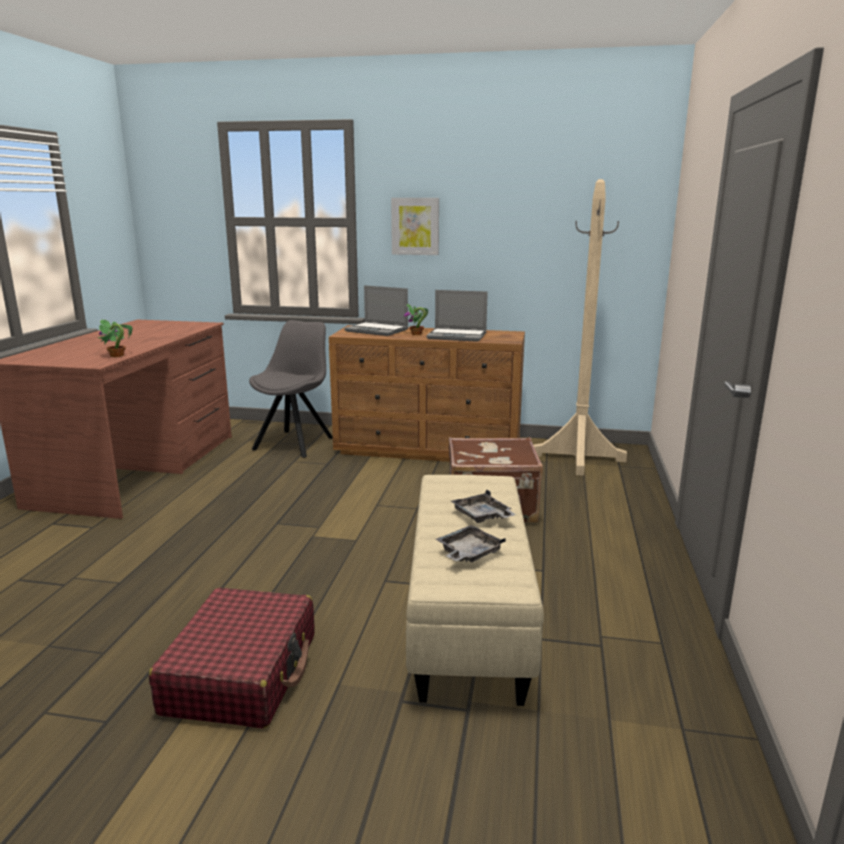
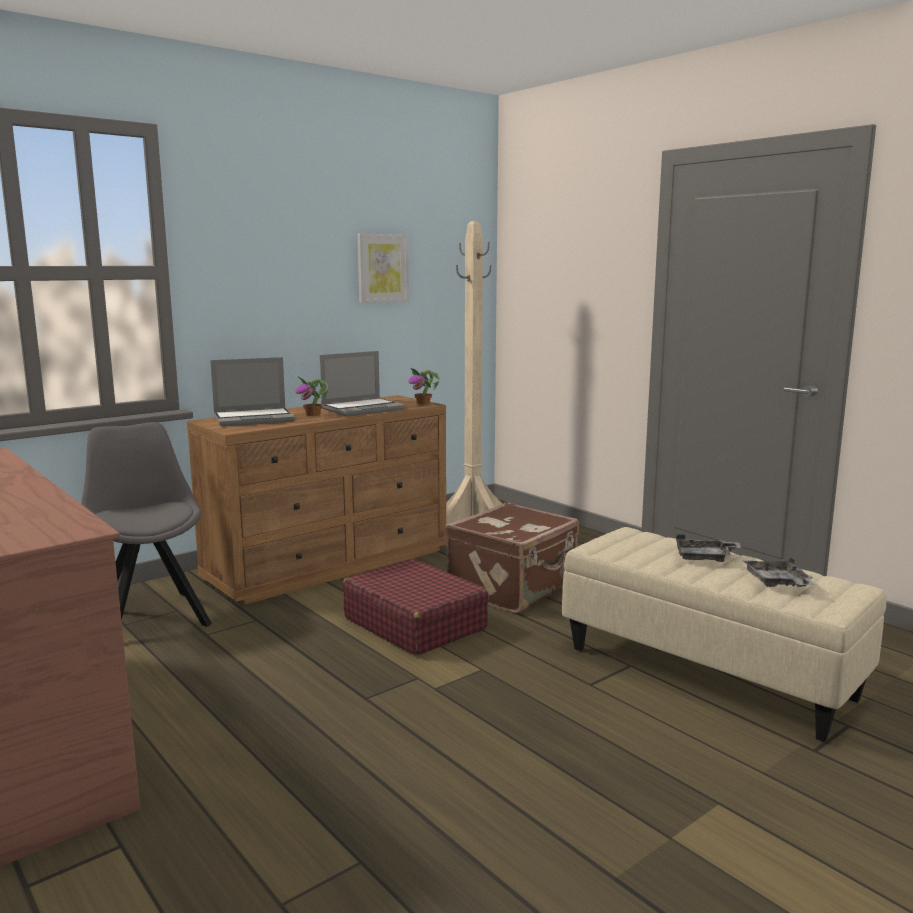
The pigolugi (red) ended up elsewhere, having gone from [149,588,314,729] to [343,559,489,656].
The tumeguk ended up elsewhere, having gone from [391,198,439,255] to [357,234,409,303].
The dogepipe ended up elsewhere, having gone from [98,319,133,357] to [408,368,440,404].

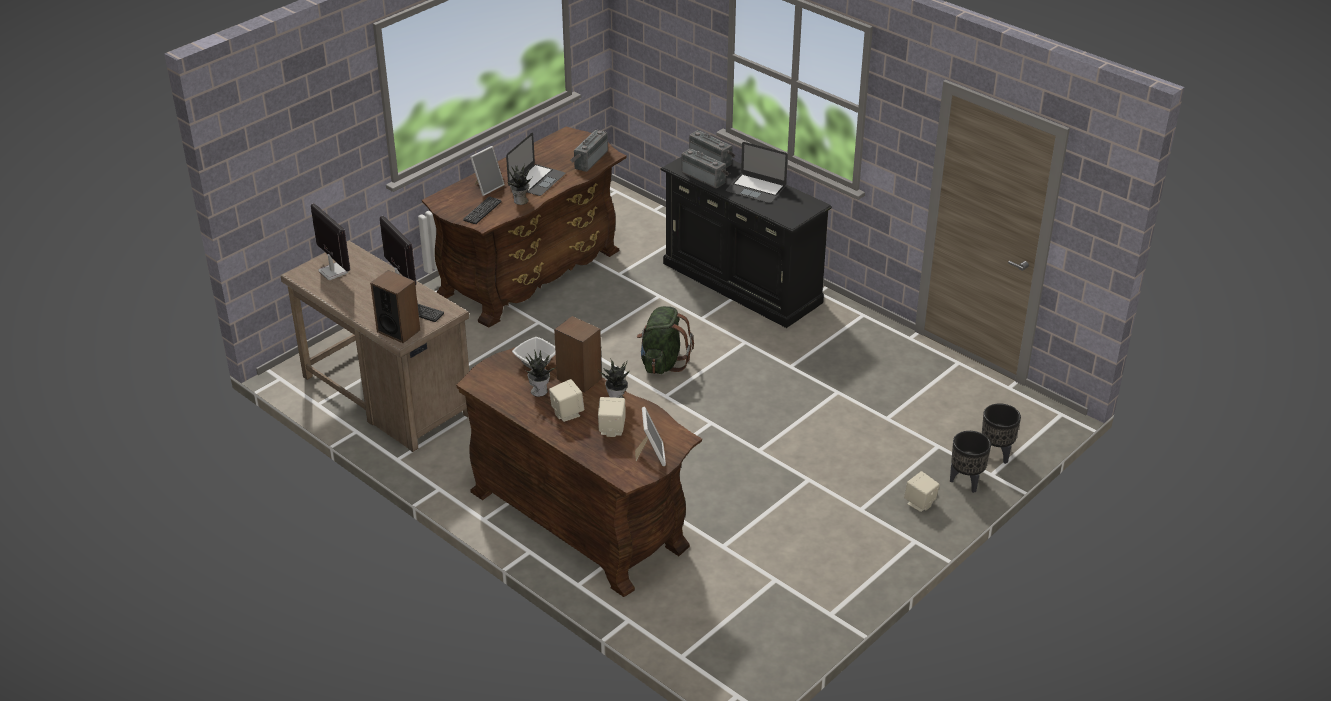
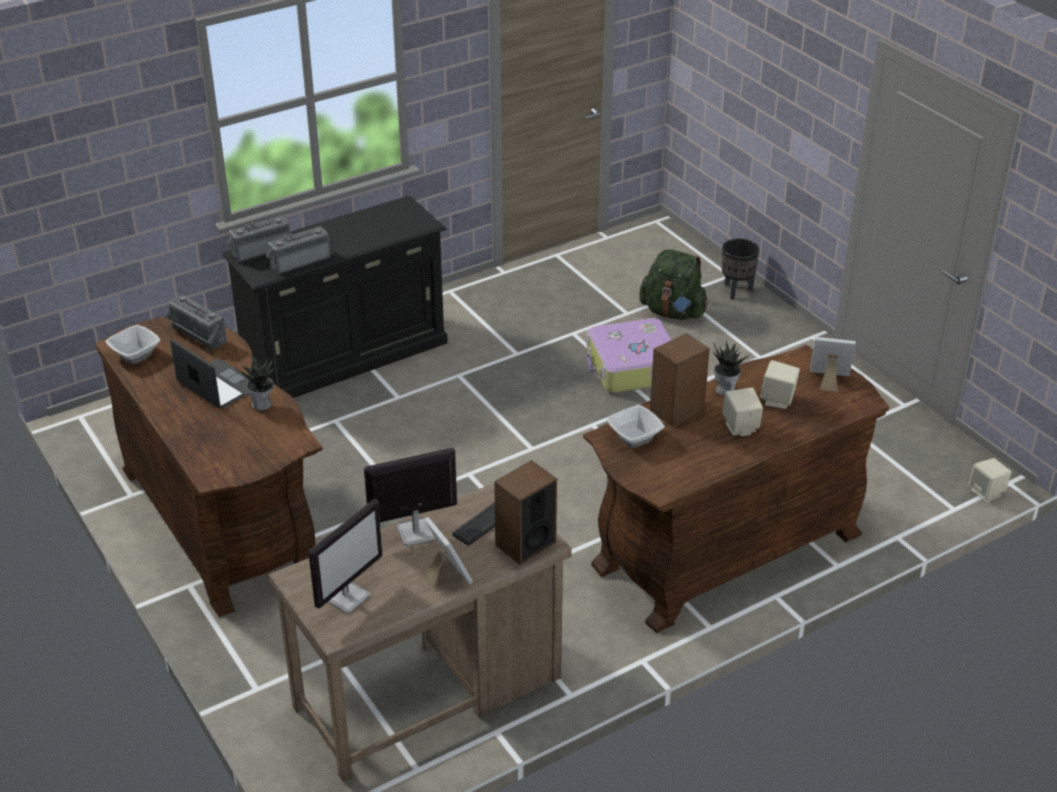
The second view gained the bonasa at [105,325,161,364].
The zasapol at [311,203,350,280] ended up facing another way, 150 degrees clockwise from before.
The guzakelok ended up elsewhere, having gone from [470,146,505,196] to [423,517,473,589].
The second view gained the pigolugi at [586,318,672,393].
The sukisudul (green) ended up elsewhere, having gone from [637,306,694,374] to [639,249,708,320].
The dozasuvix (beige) ended up elsewhere, having gone from [904,471,940,512] to [968,458,1012,503].
The second view lost the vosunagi at [463,196,502,224].
The second view lost the dogepipe at [525,350,557,397].
The second view lost the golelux at [726,142,788,203].
The second view lost the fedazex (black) at [982,403,1021,464].

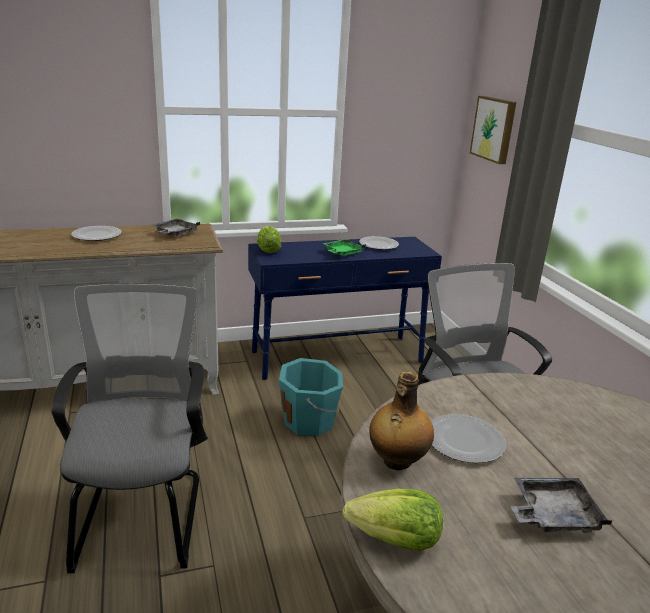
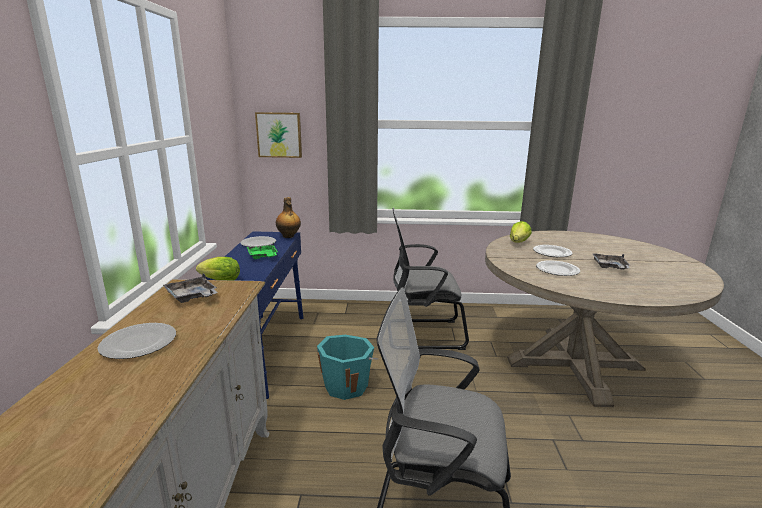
The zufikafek ended up elsewhere, having gone from [369,371,434,470] to [276,197,301,238].
The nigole ended up elsewhere, having gone from [343,489,443,551] to [510,221,532,243].
The second view gained the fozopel at [533,245,573,257].

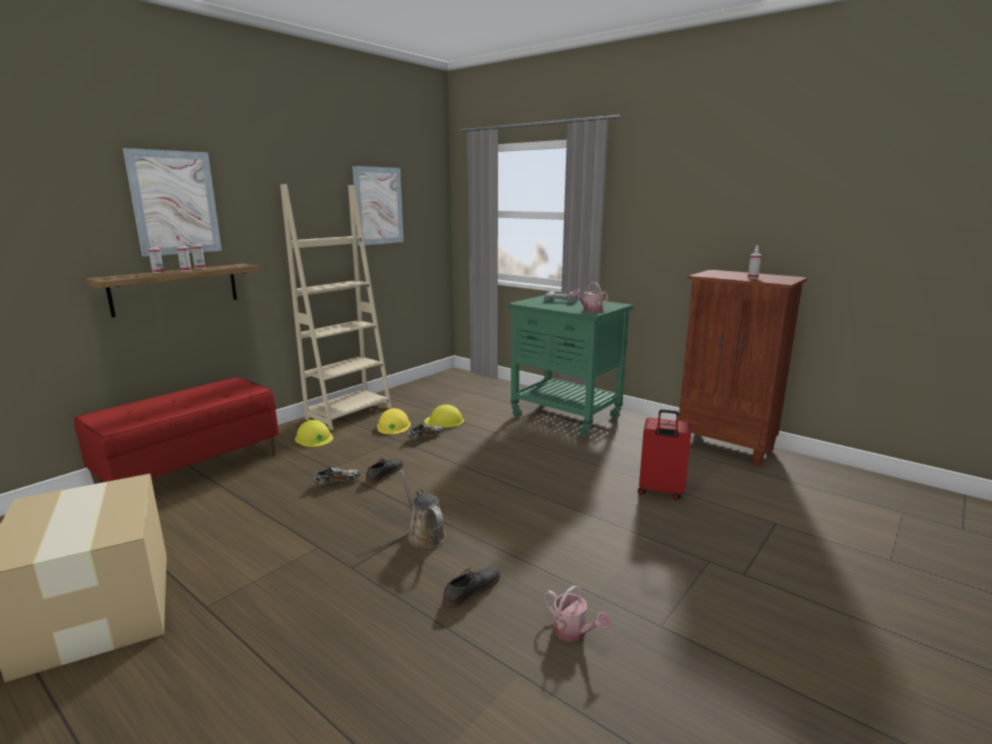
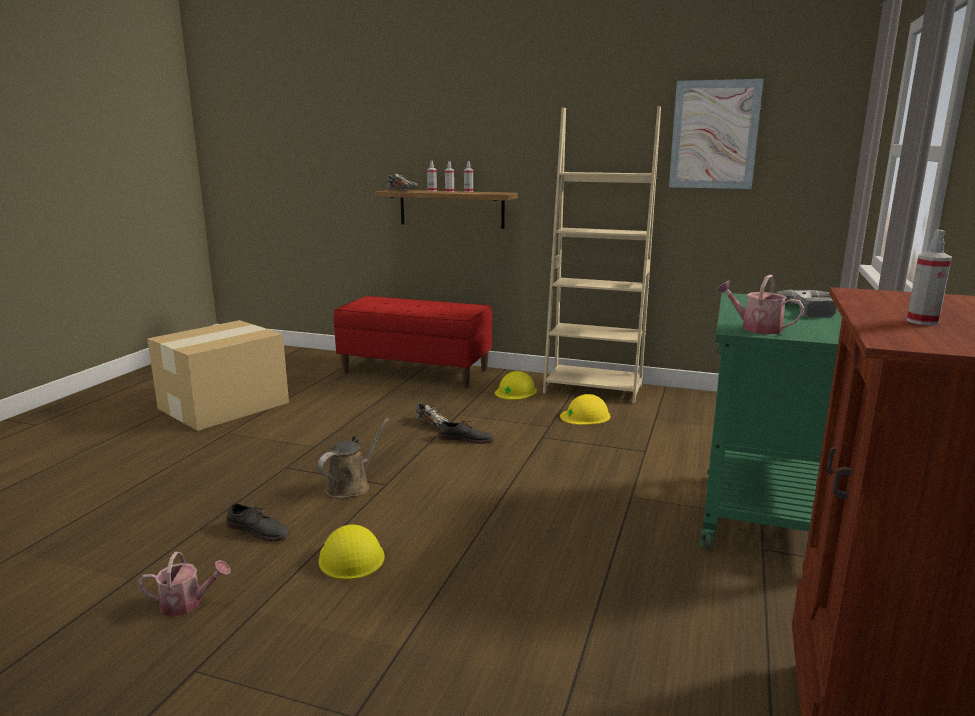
The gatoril at [545,585,611,642] ended up facing another way, 120 degrees counterclockwise from before.
The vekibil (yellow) ended up elsewhere, having gone from [424,405,464,428] to [319,524,385,580].
The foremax ended up elsewhere, having gone from [408,423,444,440] to [386,173,418,190].
The second view lost the tumeguk at [123,148,222,257].
The second view lost the pigolugi (red) at [638,409,691,500].

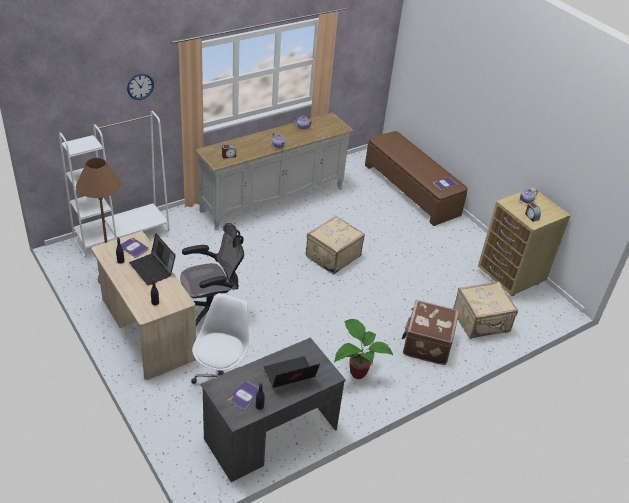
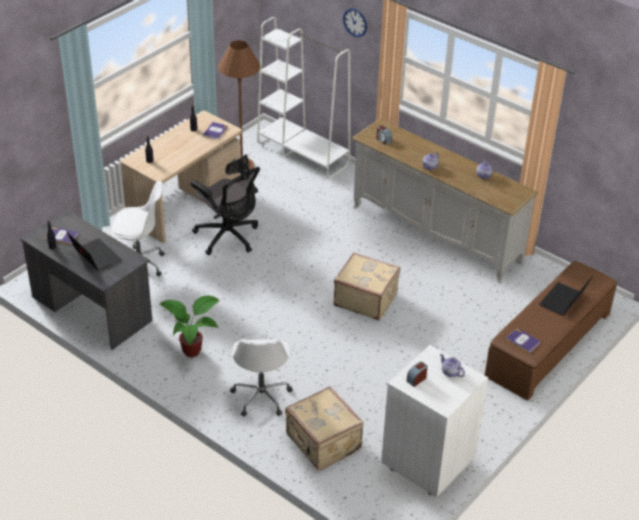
Where the pigolugi (brown) stood at [402,300,459,365], the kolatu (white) came to stand at [230,339,293,417].
What was the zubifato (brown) at [478,188,571,296] turned into the zubifato (white) at [381,345,488,497].
The golelux ended up elsewhere, having gone from [129,233,176,285] to [539,276,593,316].

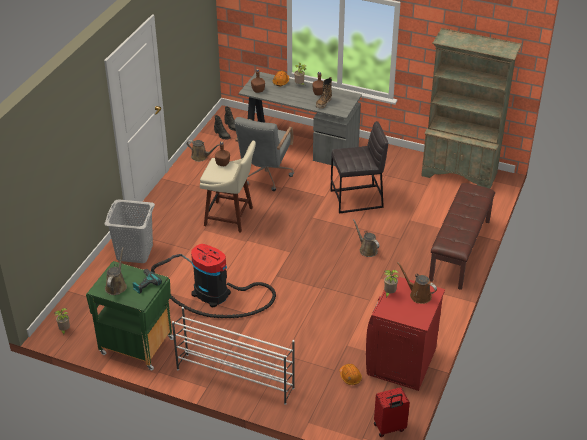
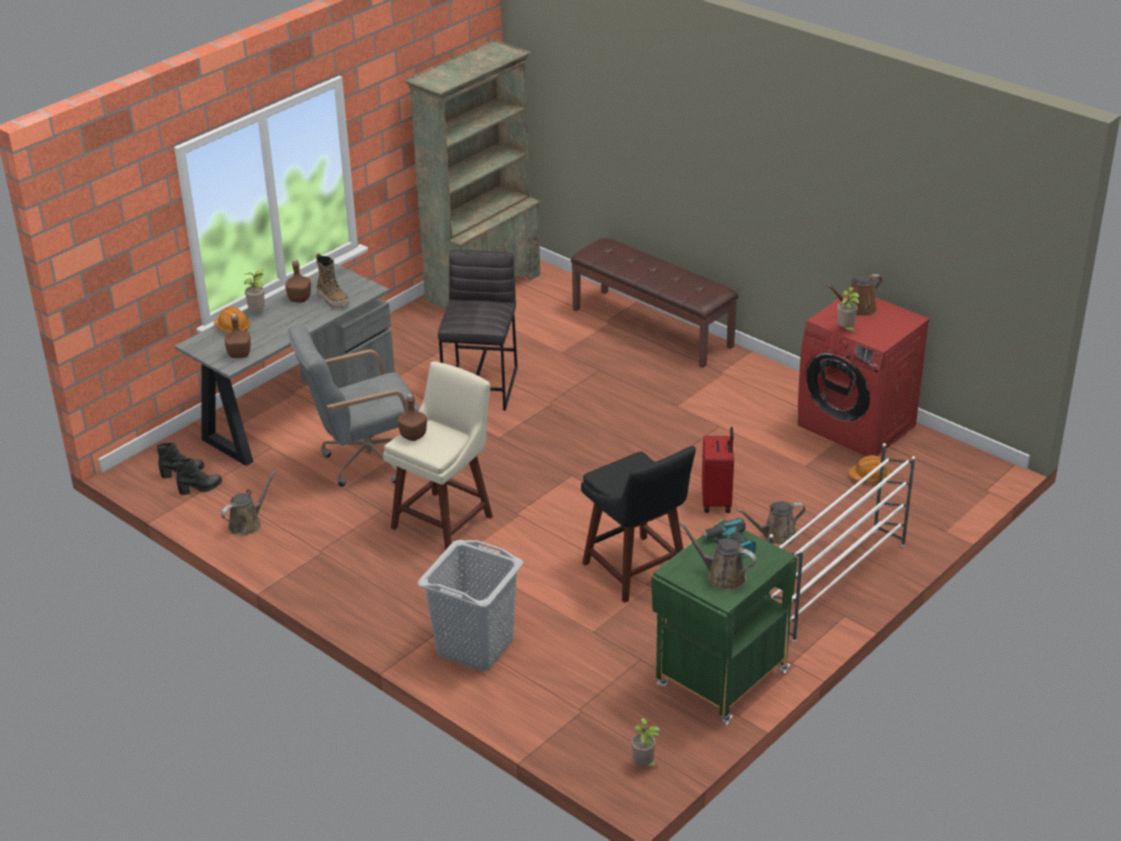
The kolatu (grey) at [234,117,294,191] ended up facing another way, 120 degrees clockwise from before.
Where the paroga stood at [151,244,276,318], the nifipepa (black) came to stand at [581,446,696,603].
The pigolugi (red) ended up elsewhere, having gone from [374,387,410,437] to [702,427,734,513].
The gatoril (brown) ended up elsewhere, having gone from [353,219,380,257] to [737,501,806,544].

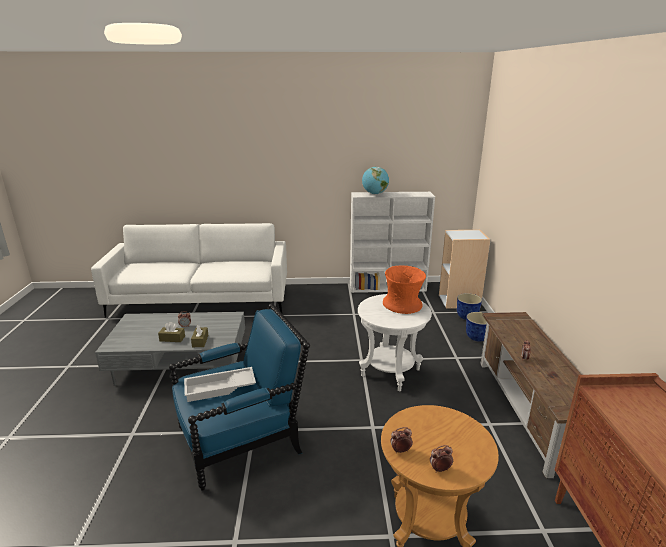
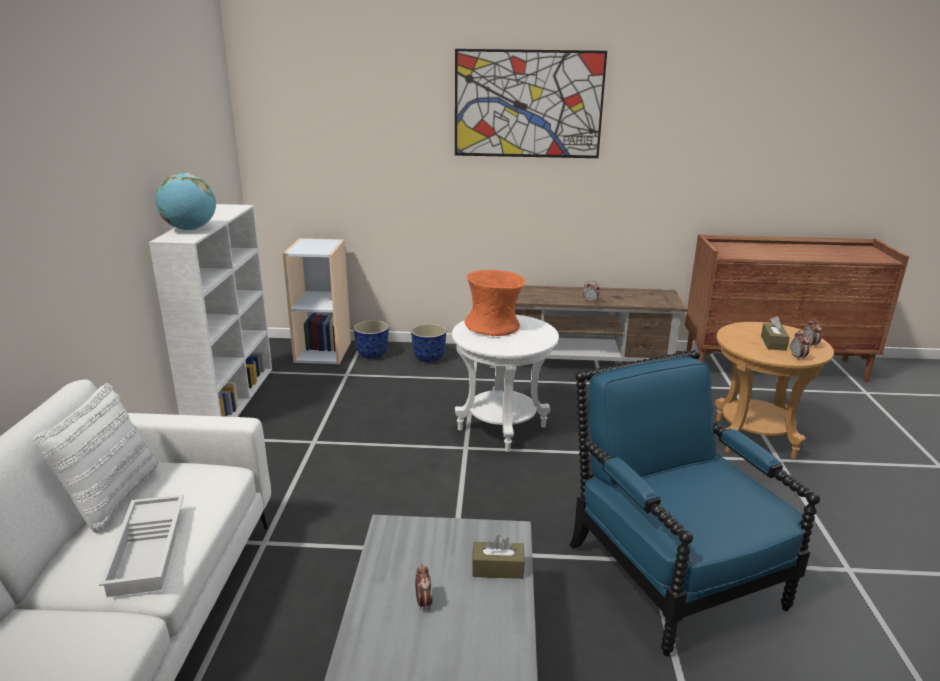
The second view gained the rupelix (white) at [34,383,159,533].
The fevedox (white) ended up elsewhere, having gone from [184,367,256,402] to [99,494,184,597].
The second view gained the tumeguk at [455,49,607,158].
The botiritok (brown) ended up elsewhere, having gone from [158,322,185,342] to [761,316,790,351].

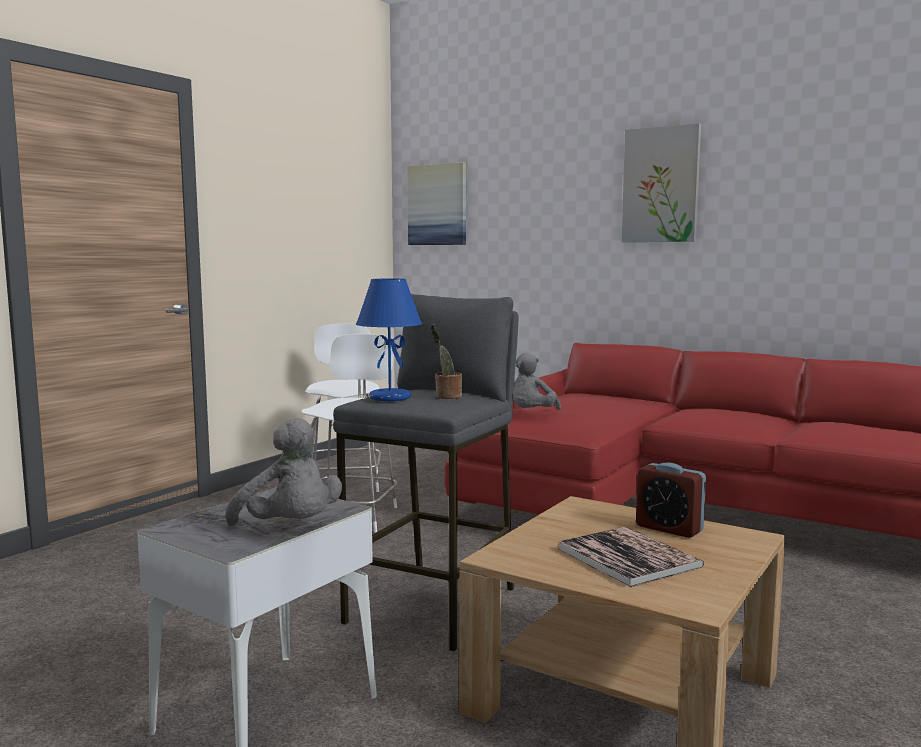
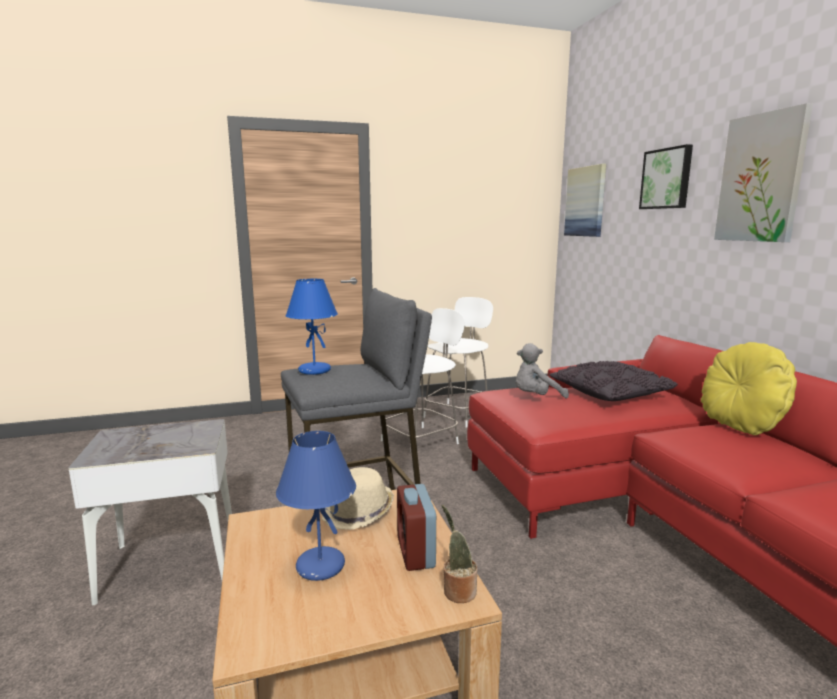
Where the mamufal stood at [558,527,704,588], the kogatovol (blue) came to stand at [276,431,356,581].
The second view gained the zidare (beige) at [322,467,394,530].
The dogepipe ended up elsewhere, having gone from [431,324,462,399] to [441,505,478,603].
The second view gained the rupelix (black) at [549,361,678,401].
The second view gained the tumeguk at [639,144,693,209].
The second view gained the rupelix (yellow) at [701,342,797,435].
The second view lost the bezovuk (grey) at [225,418,342,526].

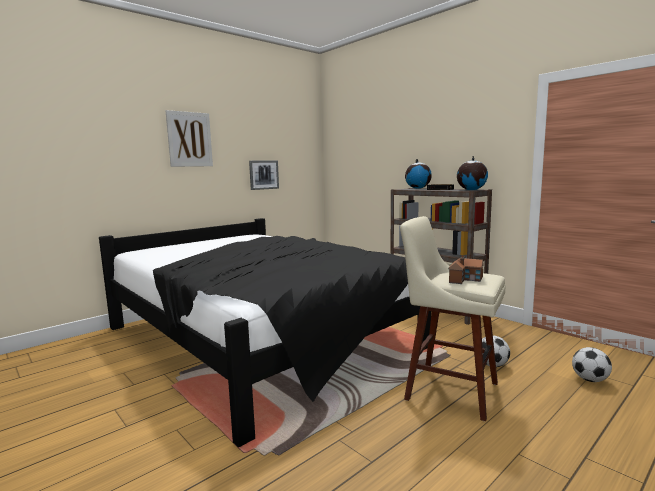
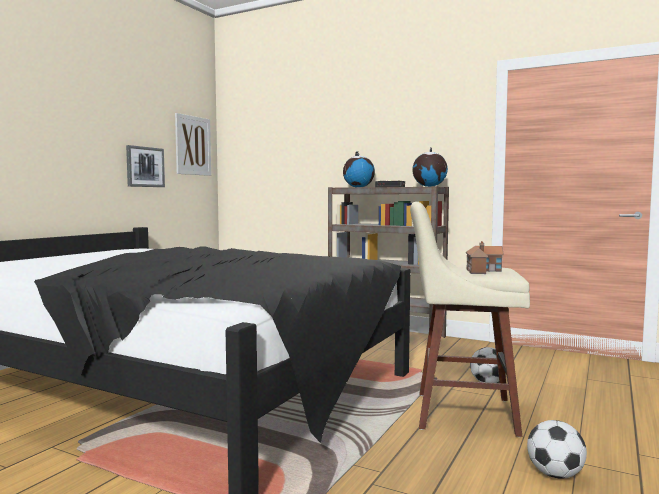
The tumeguk ended up elsewhere, having gone from [166,110,213,167] to [175,113,211,176].
The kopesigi ended up elsewhere, having gone from [572,347,612,382] to [527,420,587,479].

